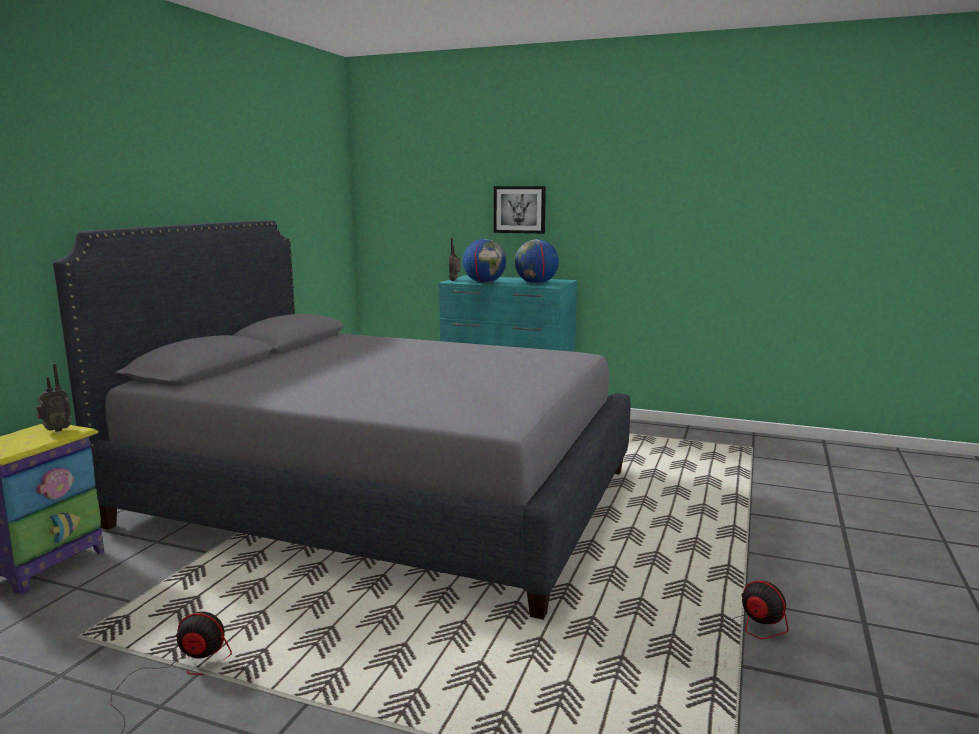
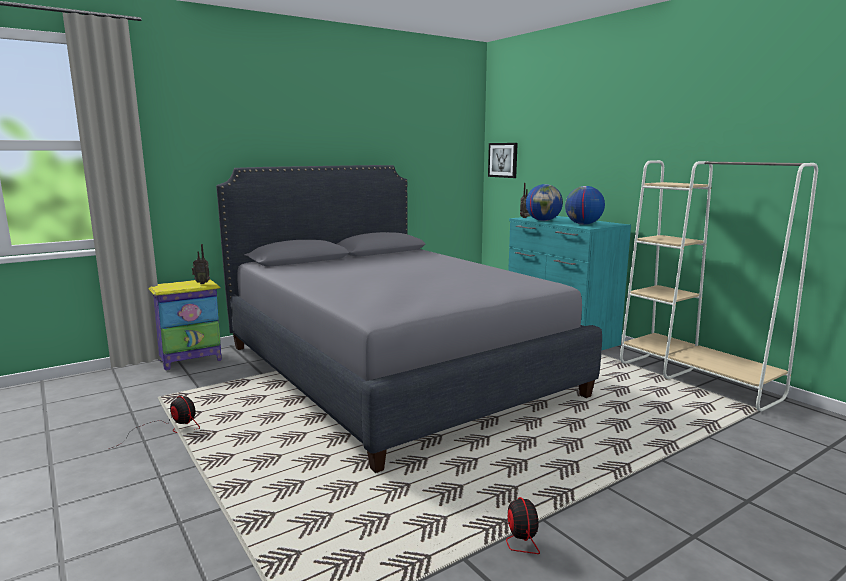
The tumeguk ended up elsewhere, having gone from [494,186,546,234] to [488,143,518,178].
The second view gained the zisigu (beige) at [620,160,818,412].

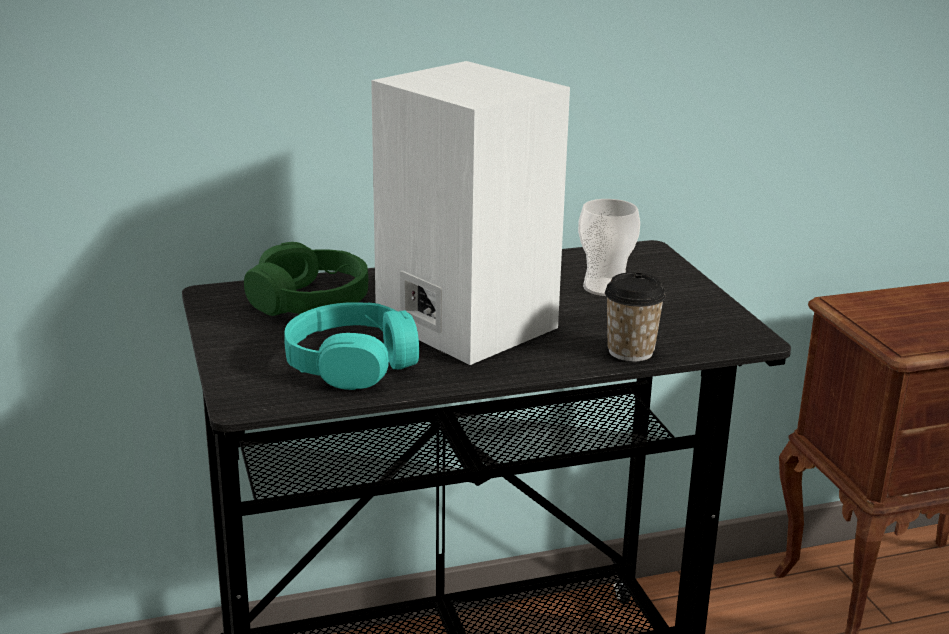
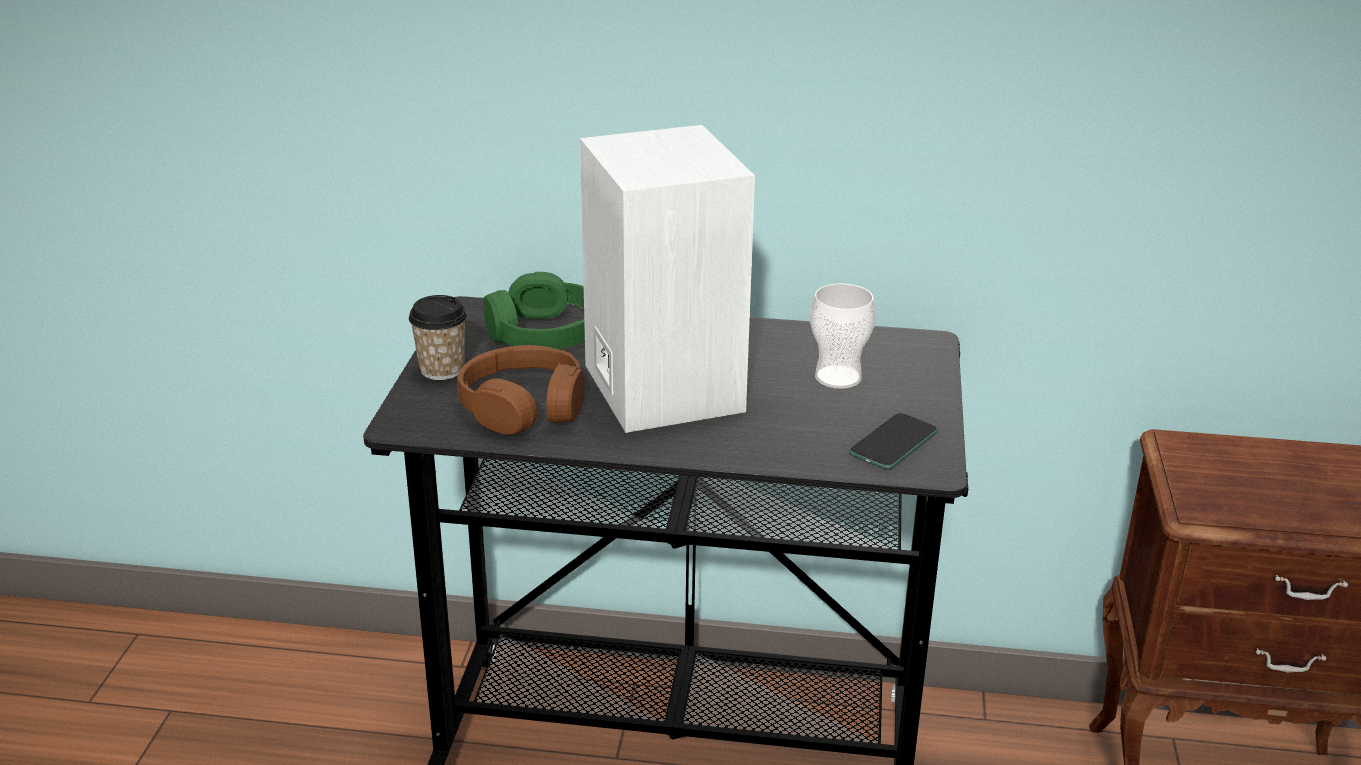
The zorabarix ended up elsewhere, having gone from [605,272,666,362] to [409,295,467,380].
What was the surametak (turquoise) at [284,302,419,390] turned into the surametak (brown) at [457,345,584,435].
The second view gained the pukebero at [849,413,938,470].

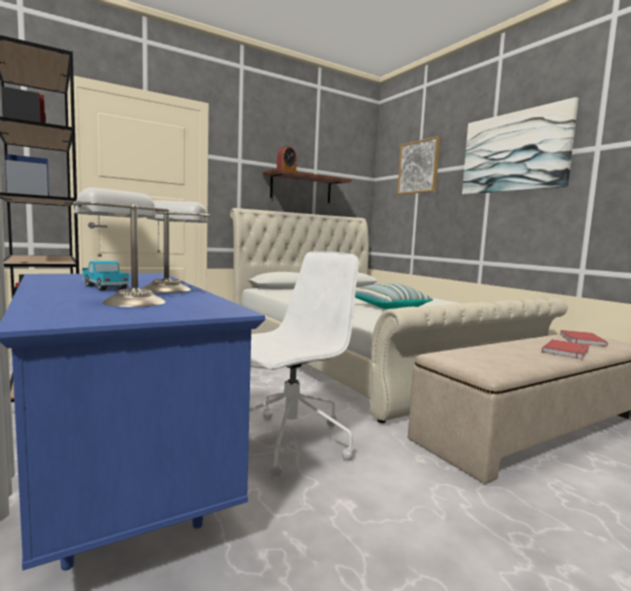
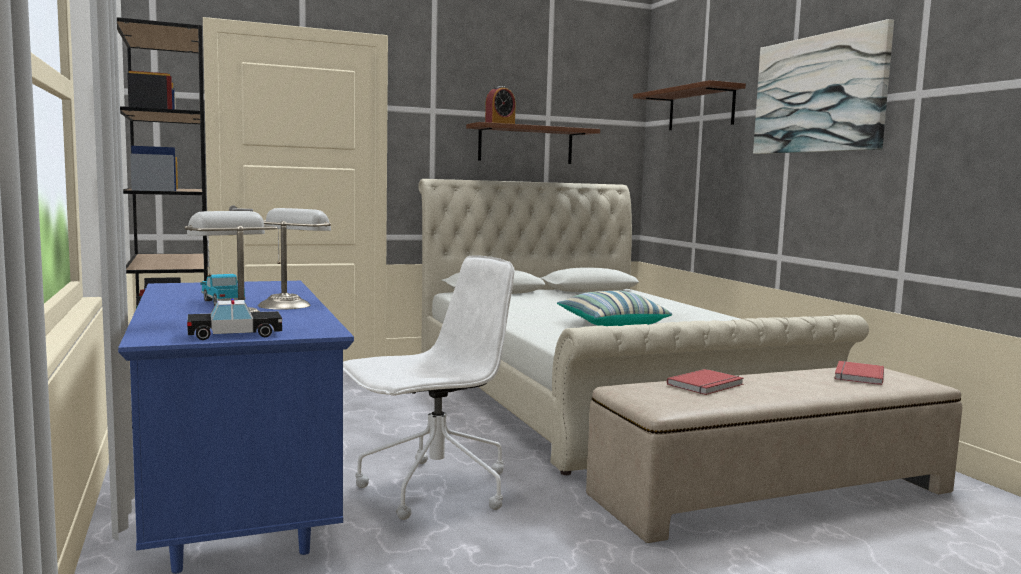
The second view gained the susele at [187,299,282,340].
Where the tumeguk hung at [397,136,440,195], the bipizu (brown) came to hang at [633,80,746,130].
The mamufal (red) ended up elsewhere, having gone from [542,339,590,359] to [667,369,744,395].

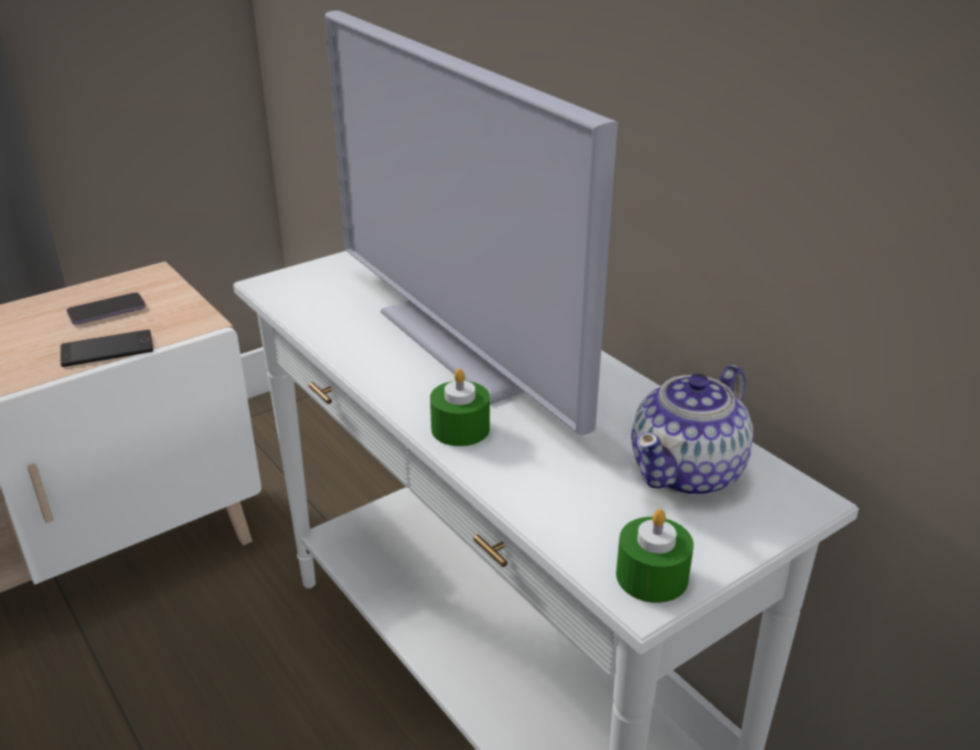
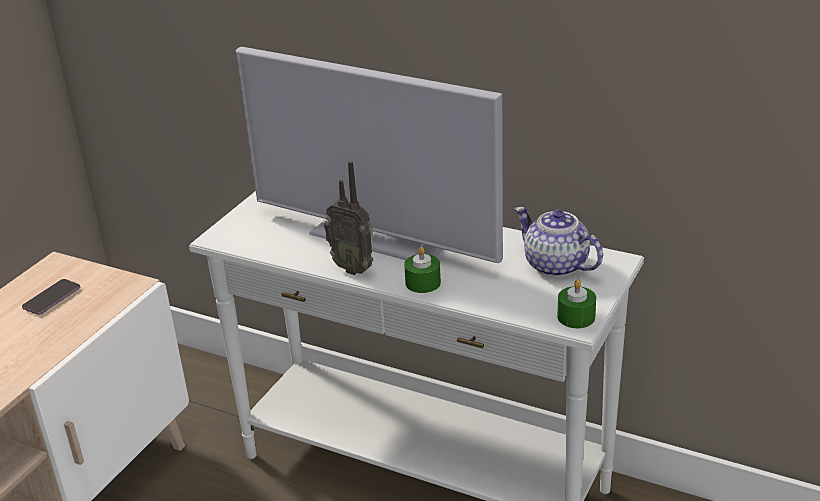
The second view gained the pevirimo at [324,161,373,275].
The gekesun at [631,365,753,496] ended up facing another way, 120 degrees clockwise from before.
The second view lost the pukebero at [60,330,153,367].

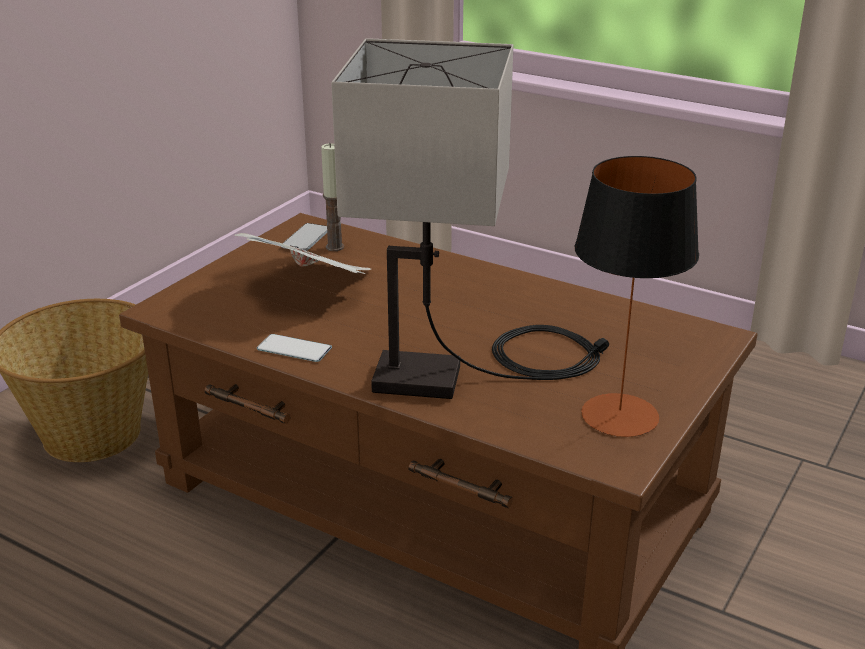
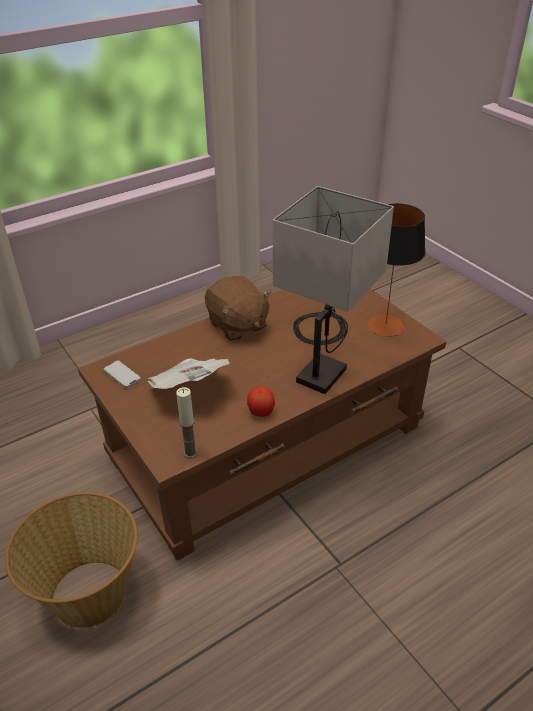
The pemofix ended up elsewhere, having gone from [321,143,344,251] to [176,387,198,458].
The second view gained the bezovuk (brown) at [205,276,271,341].
Where the pukebero stood at [257,334,332,362], the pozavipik came to stand at [247,386,275,417].

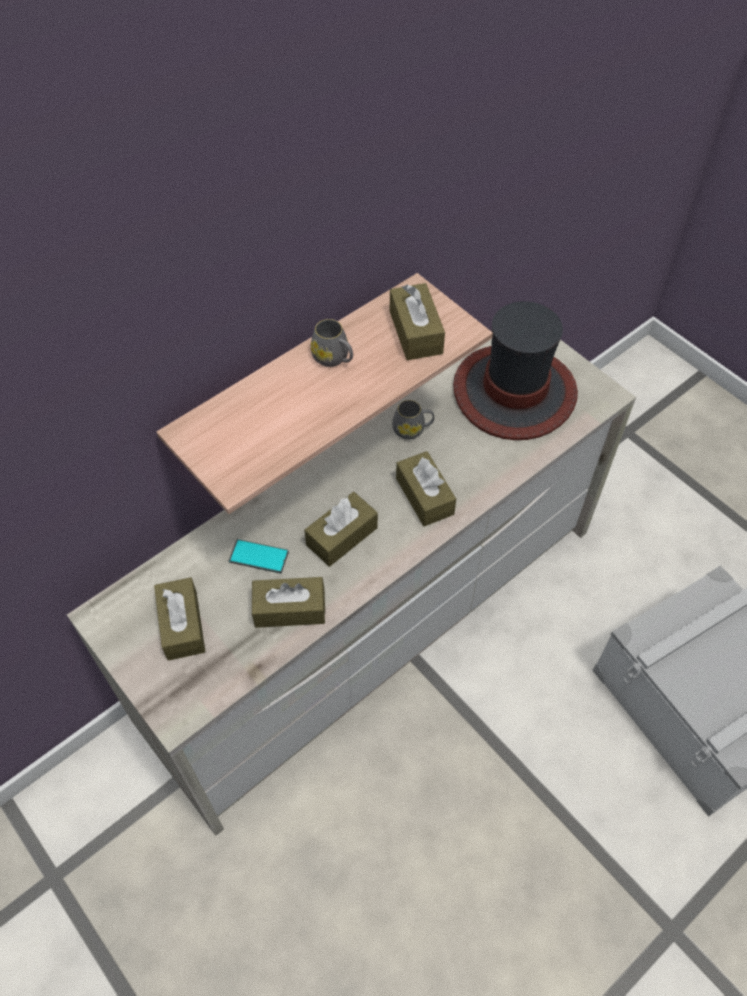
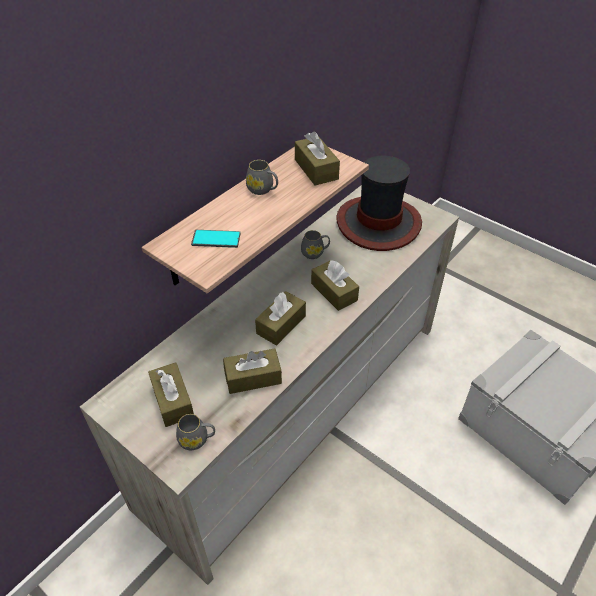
The second view gained the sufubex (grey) at [176,414,215,450].
The pukebero ended up elsewhere, having gone from [229,539,289,573] to [191,230,241,248].

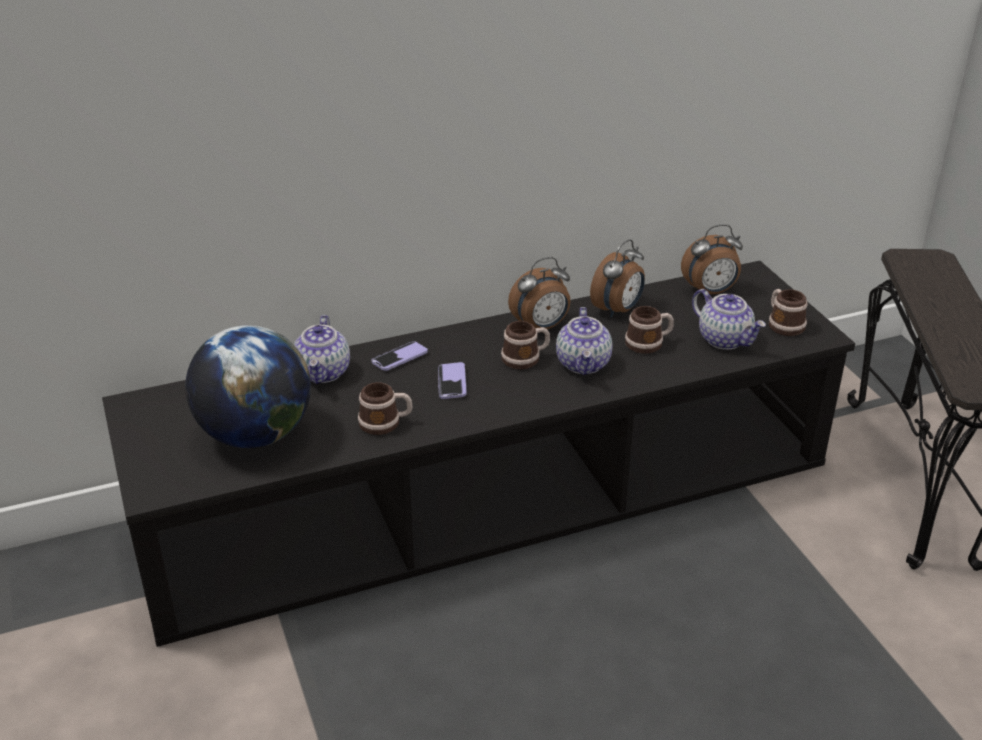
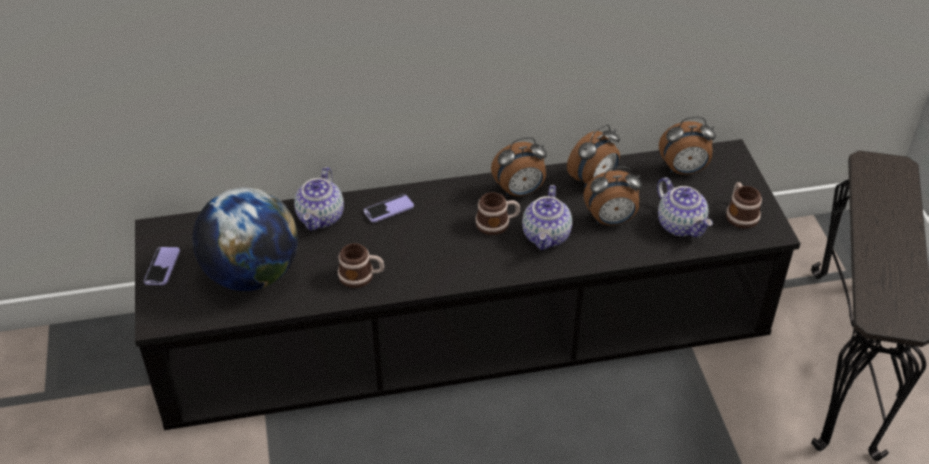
The pukebero ended up elsewhere, having gone from [438,362,467,399] to [144,247,180,285].
Where the sufubex stood at [625,306,674,354], the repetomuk came to stand at [583,167,642,226].

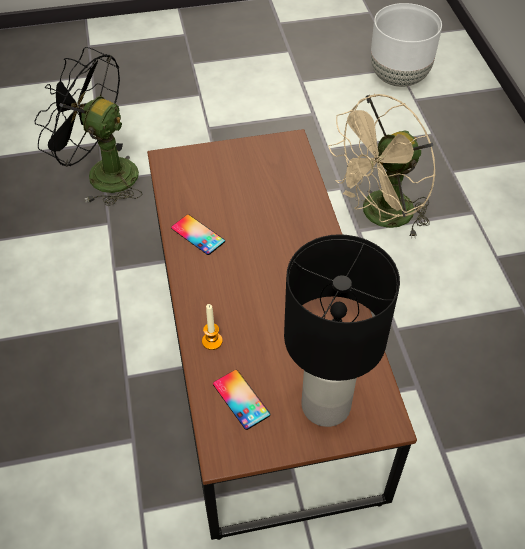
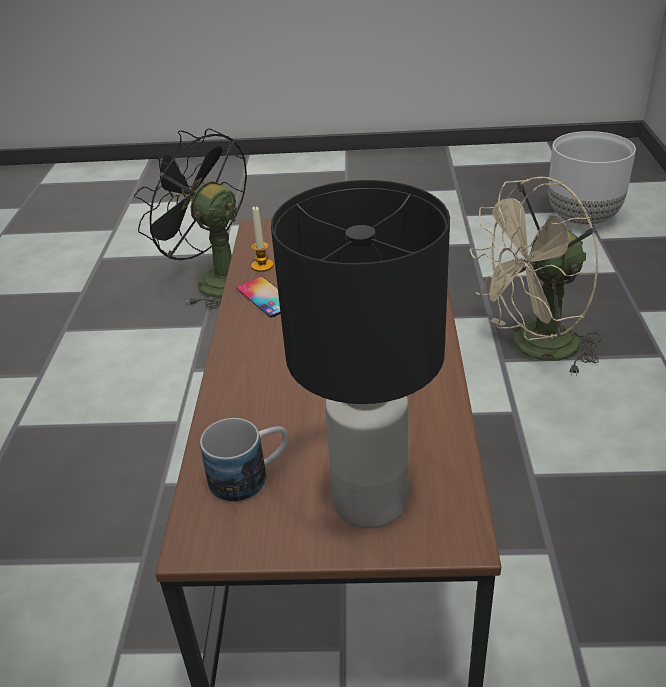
Where the pukebero stood at [213,370,270,430], the sufubex came to stand at [200,418,288,502].
The pemofix ended up elsewhere, having gone from [202,304,223,350] to [251,206,274,272].

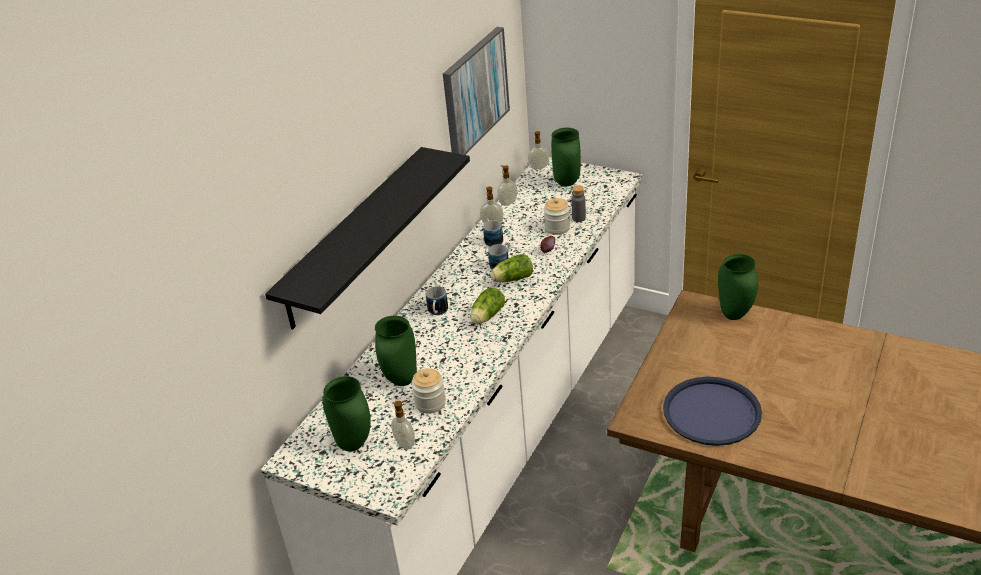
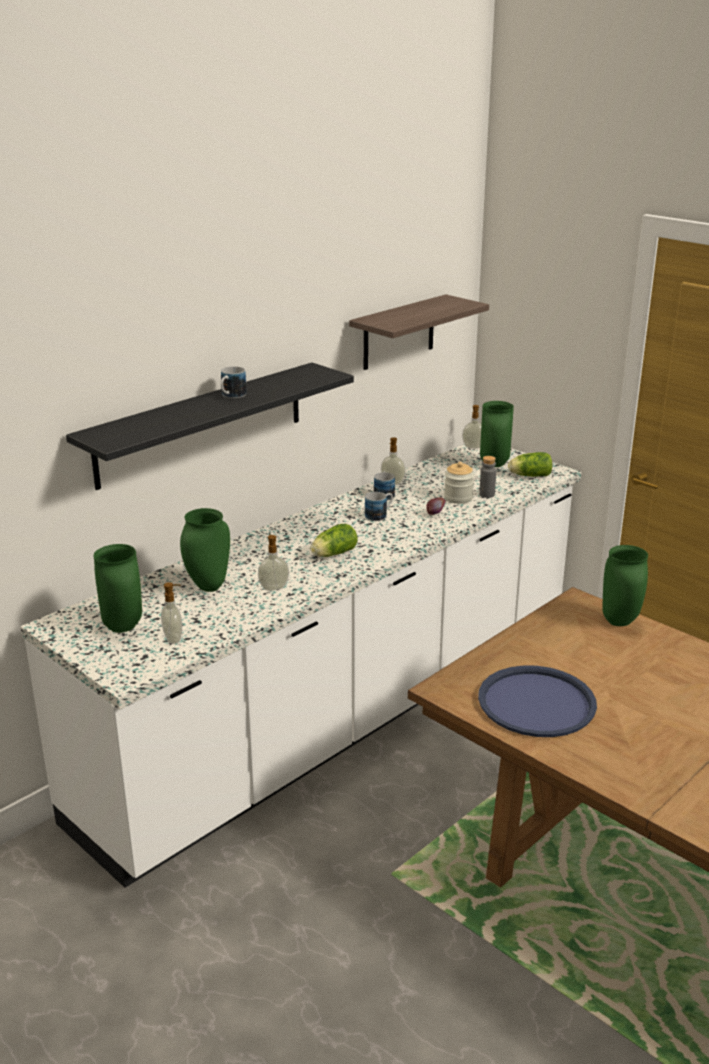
The sufubex ended up elsewhere, having gone from [426,286,448,315] to [221,366,247,398].
The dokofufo ended up elsewhere, having gone from [497,165,518,206] to [258,534,289,591].
Where the tumeguk hung at [443,27,510,155], the bipizu came to hang at [349,294,489,370].
The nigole ended up elsewhere, having gone from [490,254,533,282] to [508,452,552,477].
The second view lost the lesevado at [411,368,446,414].

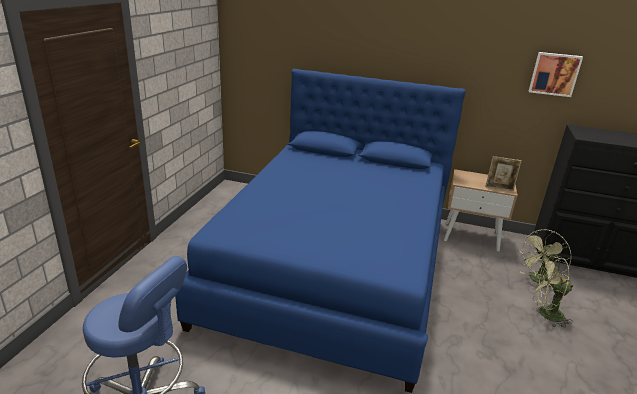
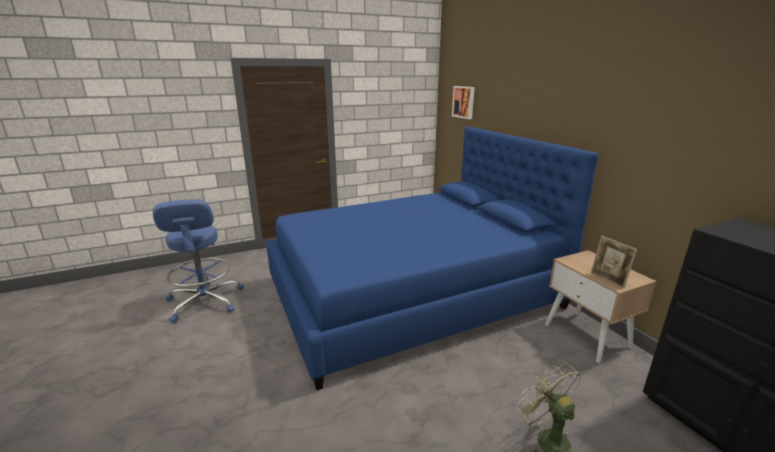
The tumeguk ended up elsewhere, having gone from [529,52,583,97] to [452,86,475,119].
The second view lost the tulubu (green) at [519,229,572,285].

